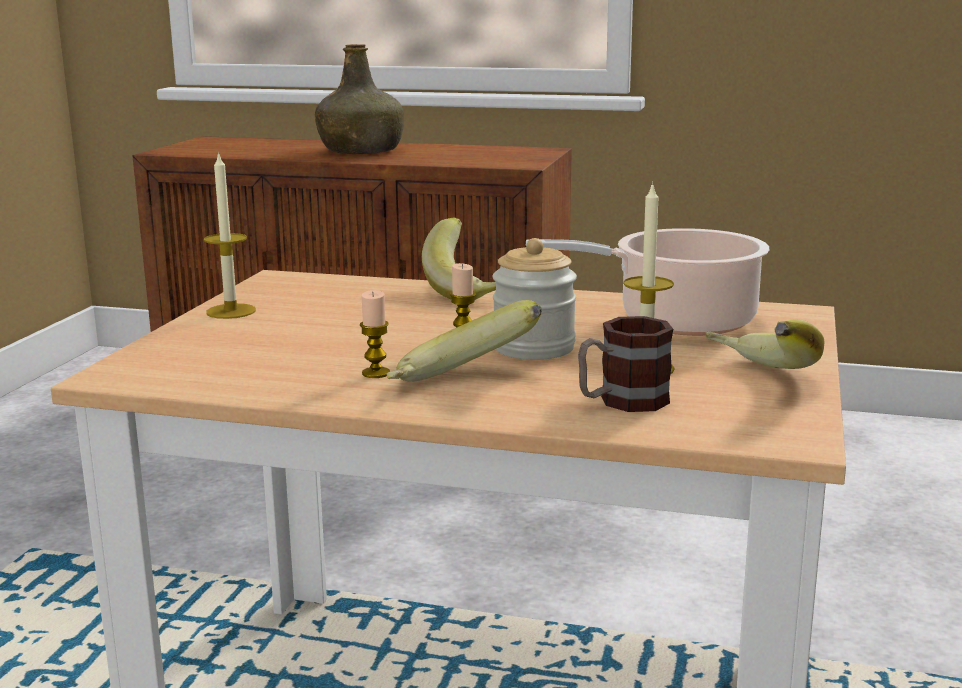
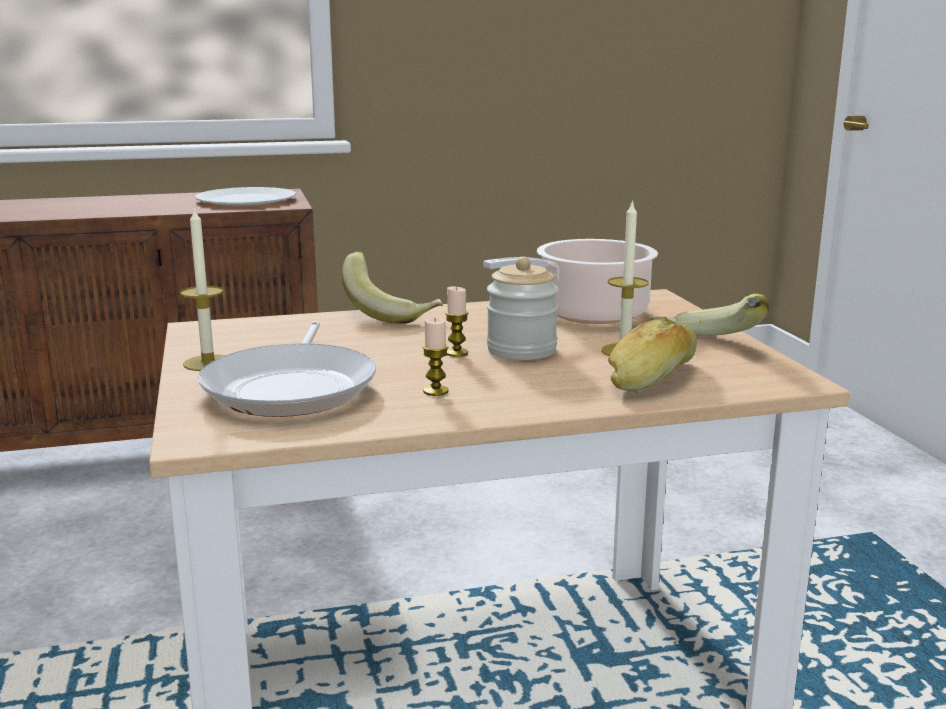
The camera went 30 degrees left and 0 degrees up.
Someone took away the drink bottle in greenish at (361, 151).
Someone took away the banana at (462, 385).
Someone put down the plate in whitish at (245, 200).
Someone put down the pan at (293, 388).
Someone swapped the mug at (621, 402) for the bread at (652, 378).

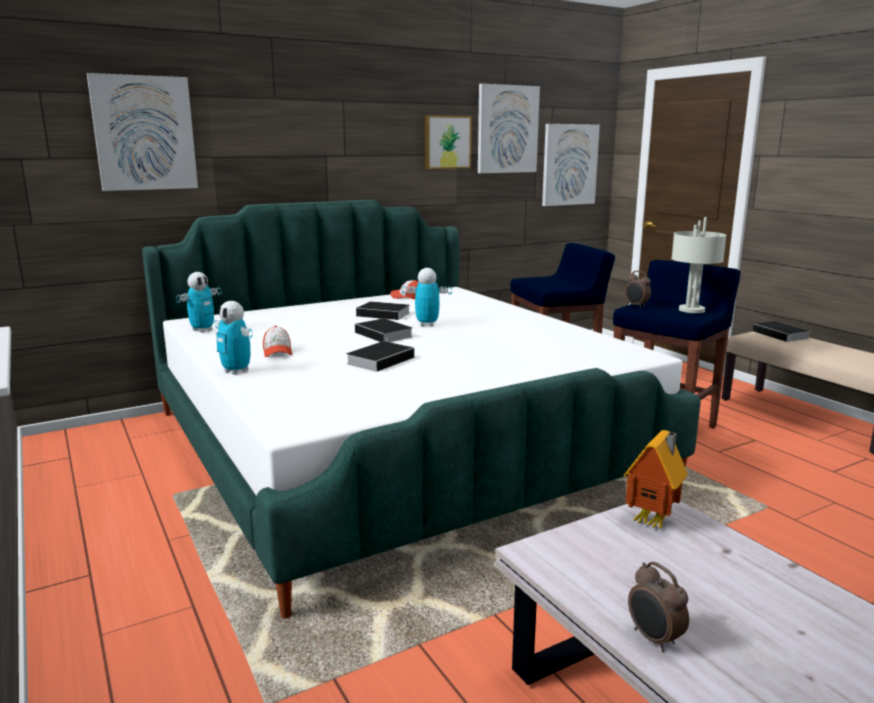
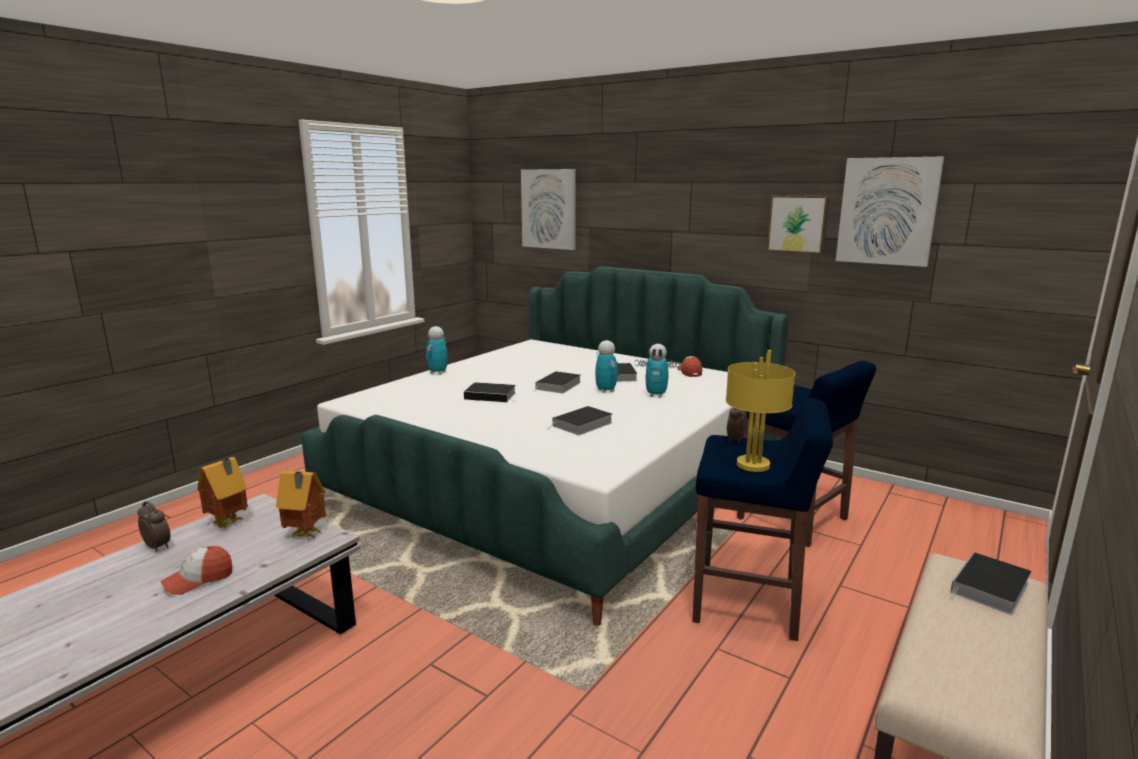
The camera went 65 degrees right and 0 degrees up.
Someone took away the picture at (569, 165).
Someone put down the miniature house at (229, 524).
Someone put down the book at (582, 425).
Someone carried the model robot from (202, 330) to (656, 395).
Someone carried the baseball cap from (277, 352) to (198, 580).
Someone repainted the table lamp in greyish at (691, 310), which became the table lamp in yellow-coloured at (752, 465).
Someone rotated the table clock at (654, 639) by 90 degrees clockwise.

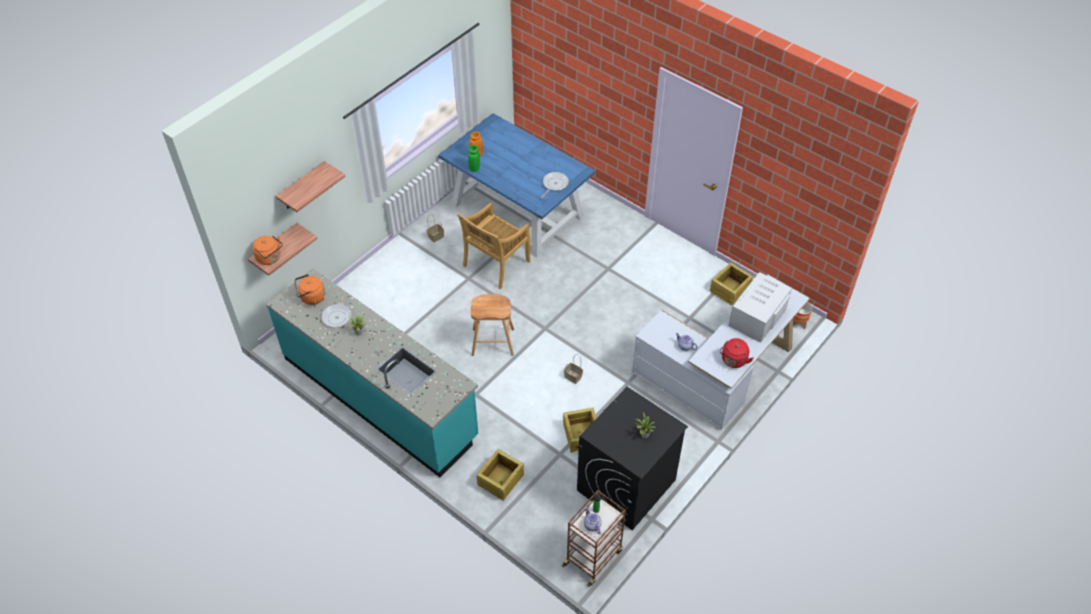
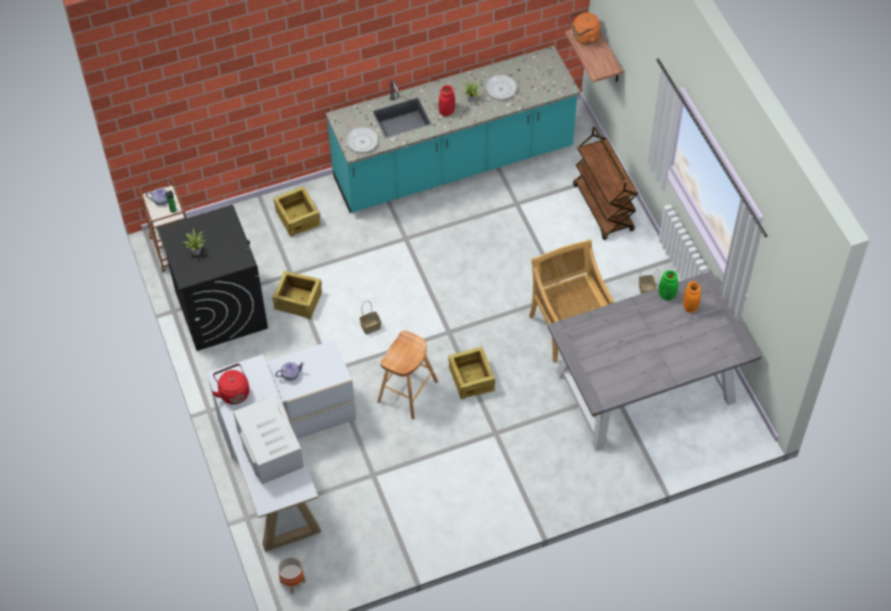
The camera went 120 degrees right and 5 degrees up.
Someone took away the bracket shelf at (302, 186).
Someone took away the tea kettle in orange at (311, 298).
Someone put down the vase in red at (446, 111).
Someone put down the cart in brown at (603, 208).
Someone carried the sitting stool in brown from (492, 342) to (407, 391).
Someone carried the pan from (554, 184) to (361, 140).
Someone carried the shipping crate from (729, 289) to (472, 378).
Someone repainted the dinner table in bluish at (516, 209), which became the dinner table in greyish at (646, 386).

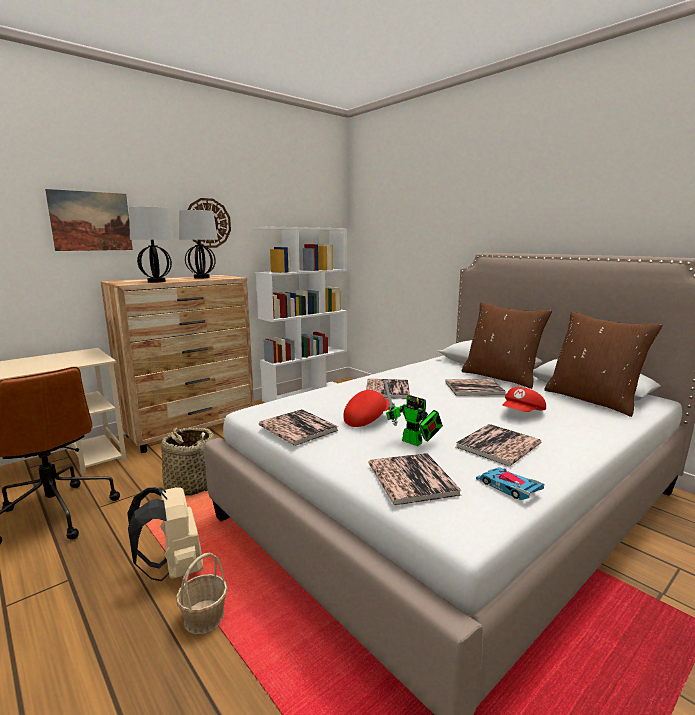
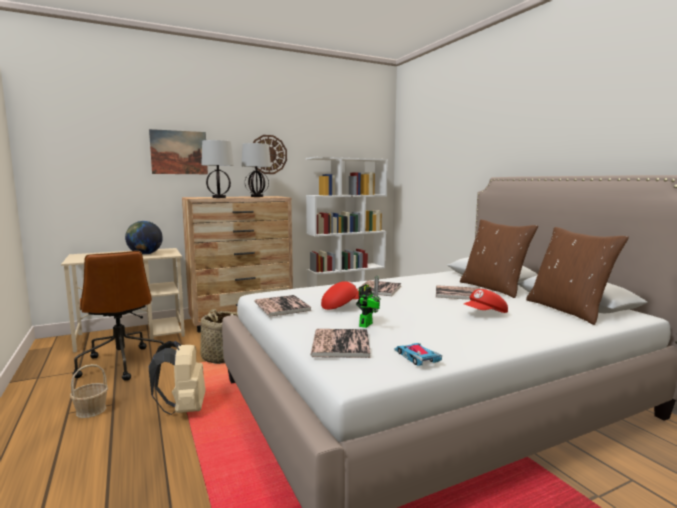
The camera went 15 degrees right and 5 degrees down.
Someone took away the book at (498, 445).
Someone put down the world globe at (145, 254).
Someone carried the household basket from (204, 618) to (91, 410).
Someone rotated the model robot at (414, 443) by 120 degrees counterclockwise.

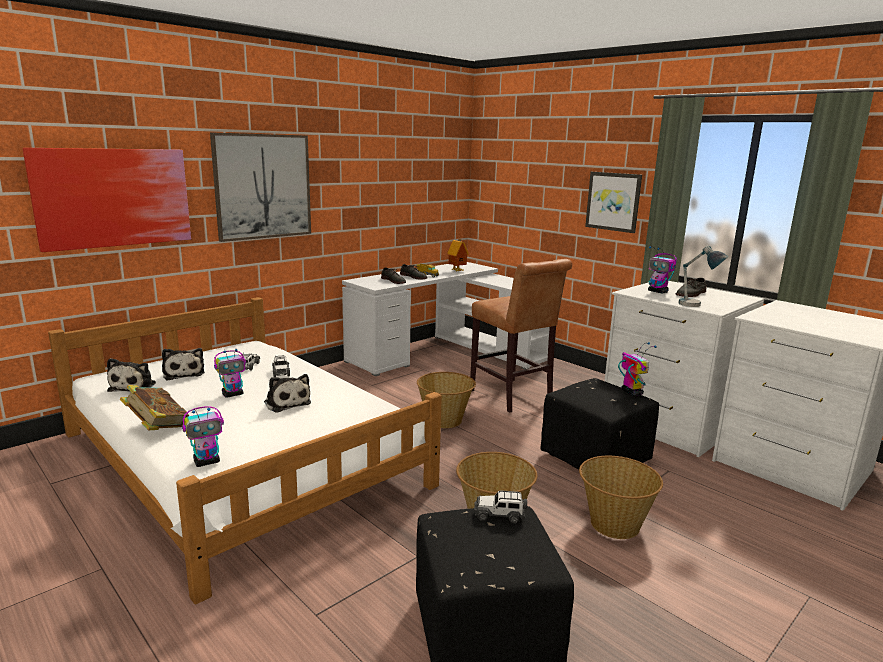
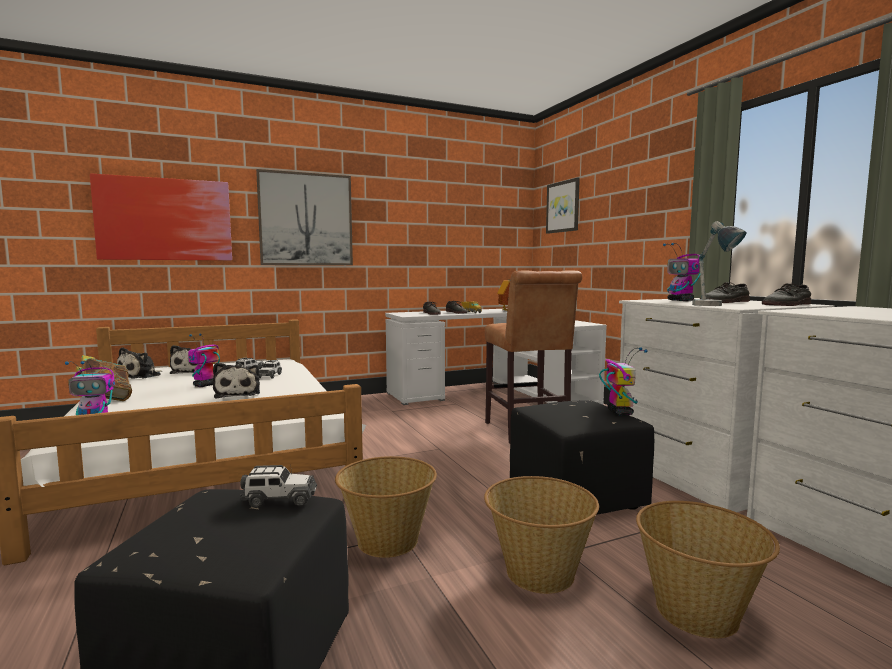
The camera went 20 degrees right and 10 degrees down.
Someone put down the item of footwear in greyish at (787, 305).
Someone carried the household basket from (445, 420) to (698, 612).
Someone carried the picture from (613, 201) to (563, 207).
Someone rotated the model robot at (233, 394) by 135 degrees clockwise.
Someone rotated the model car at (499, 515) by 150 degrees clockwise.

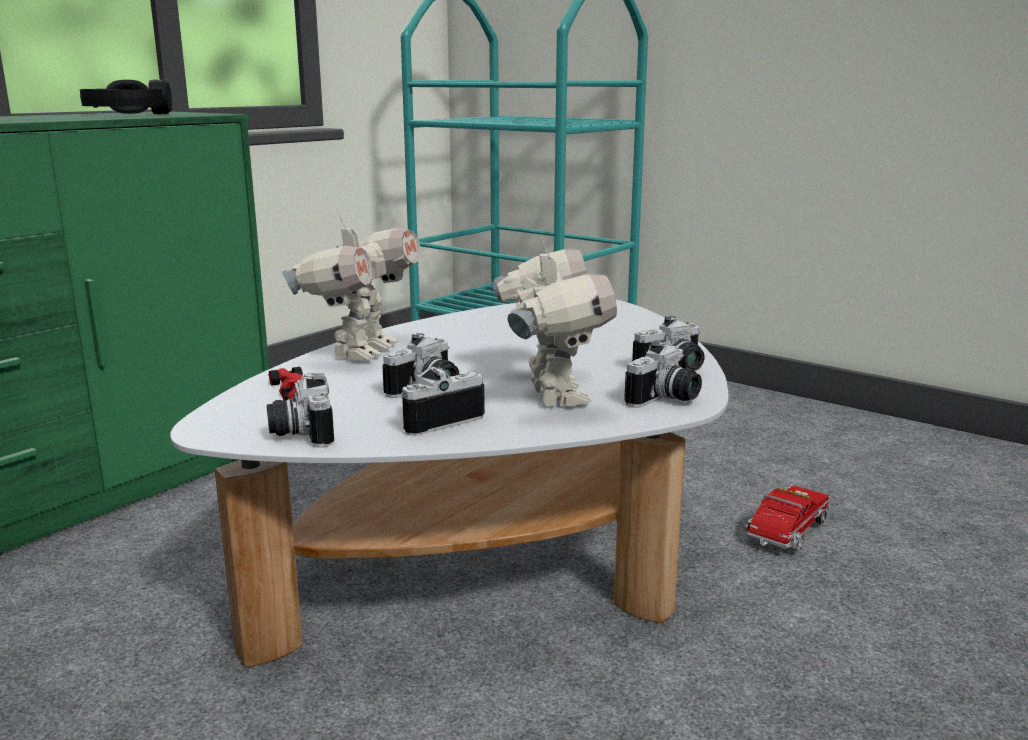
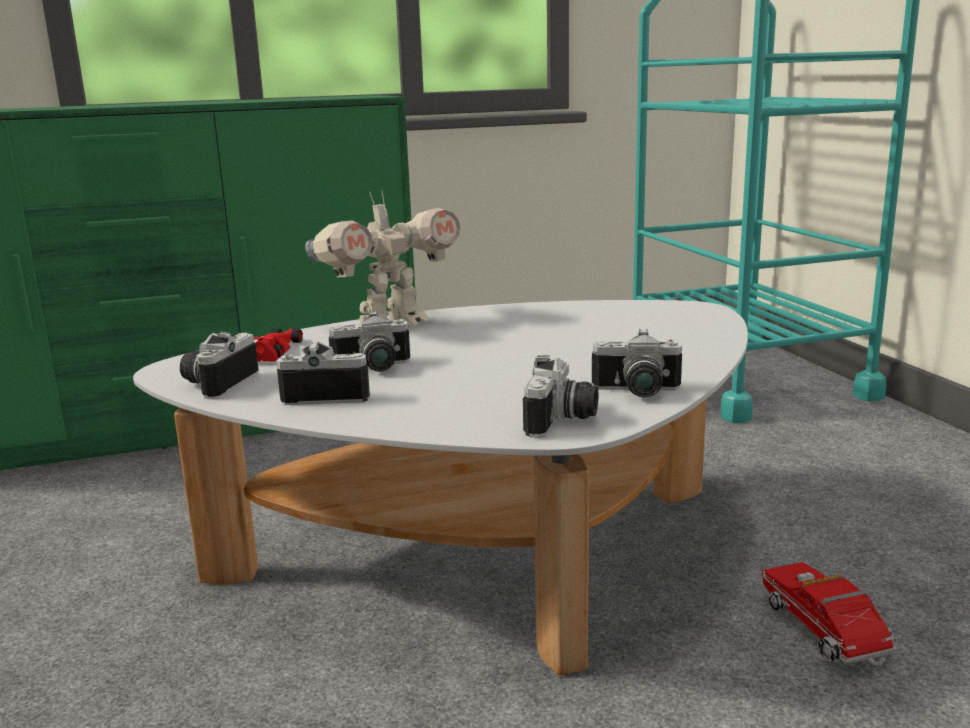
The camera went 35 degrees right and 0 degrees up.
Someone took away the headset in black at (129, 114).
Someone took away the model robot at (552, 396).
Someone rotated the still camera at (667, 400) by 60 degrees counterclockwise.
Someone rotated the model truck at (786, 534) by 90 degrees counterclockwise.

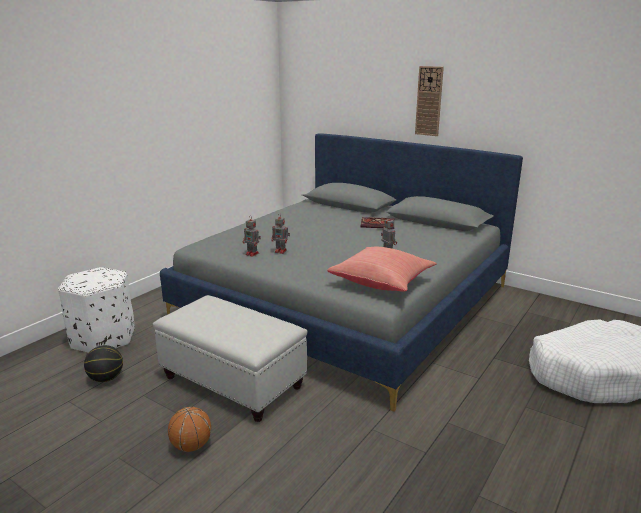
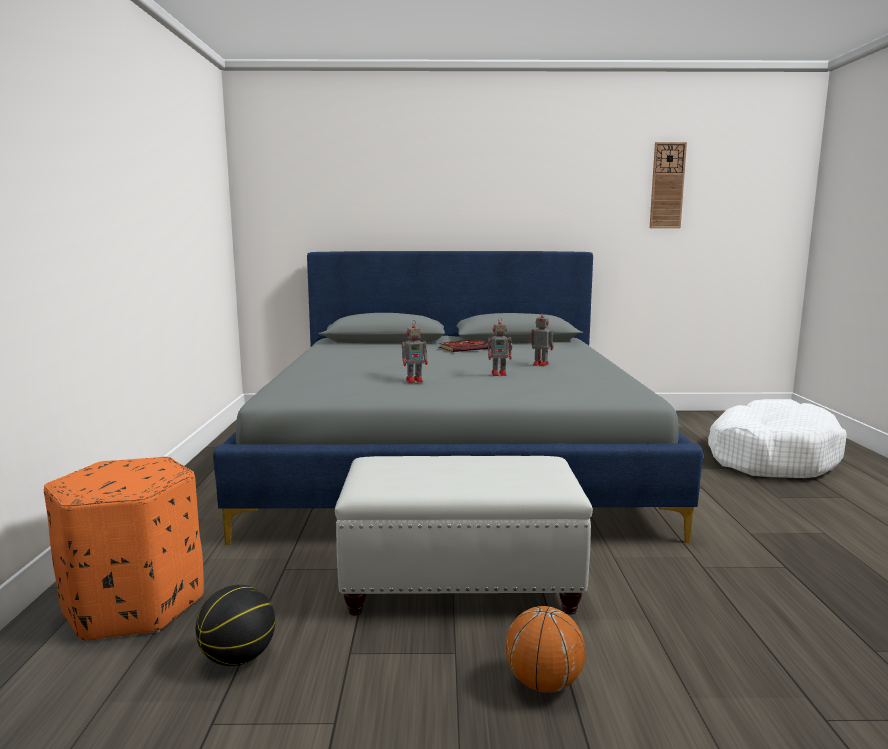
The camera went 35 degrees left and 10 degrees down.
Someone took away the cushion in red at (382, 283).
Someone carried the model robot from (253, 254) to (499, 374).
Someone carried the hanging clock from (429, 101) to (667, 185).
Someone repainted the footrest in whitish at (103, 338), which became the footrest in orange at (133, 604).

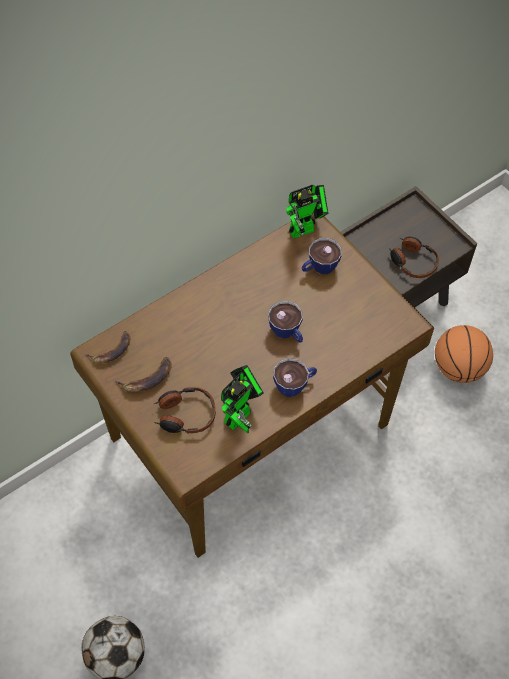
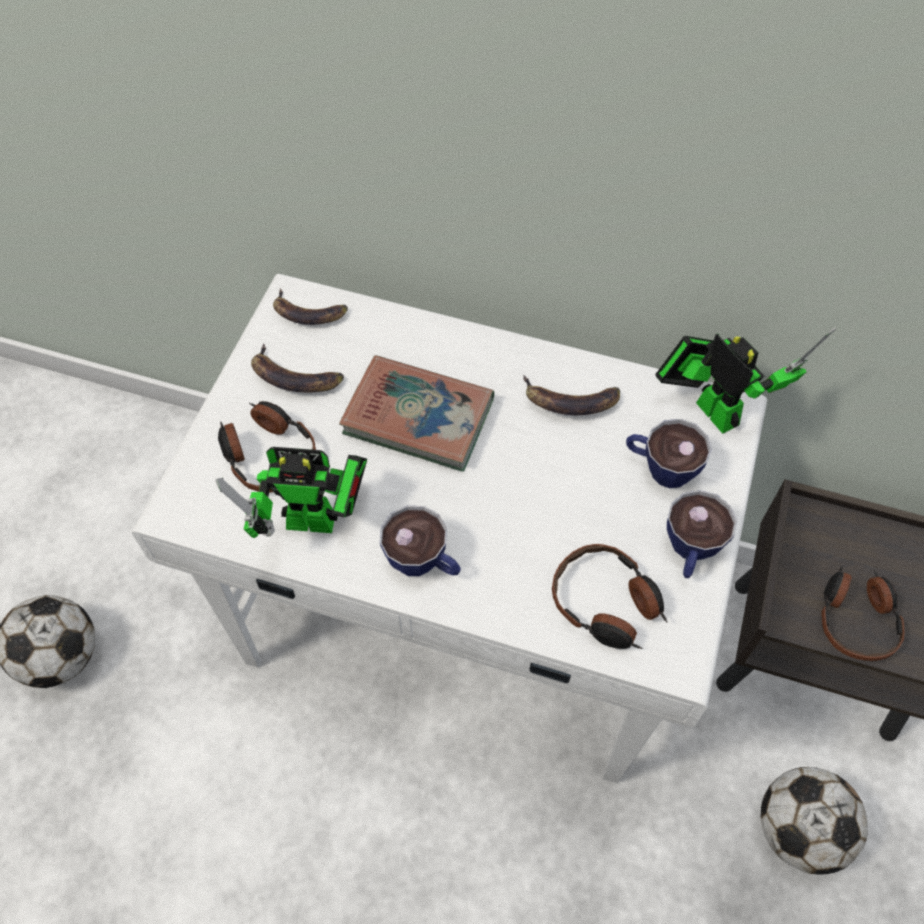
The camera went 55 degrees right and 0 degrees up.
Someone put down the book at (418, 417).
Someone put down the banana at (569, 402).
Someone put down the headset at (606, 604).
Someone carried the drinking cup from (287, 333) to (690, 552).
Someone swapped the ball for basketball at (458, 368) for the football ball at (798, 829).
Someone repainted the desk unit in brown at (253, 433), which became the desk unit in whitish at (465, 612).
Someone rotated the model robot at (305, 229) by 150 degrees counterclockwise.

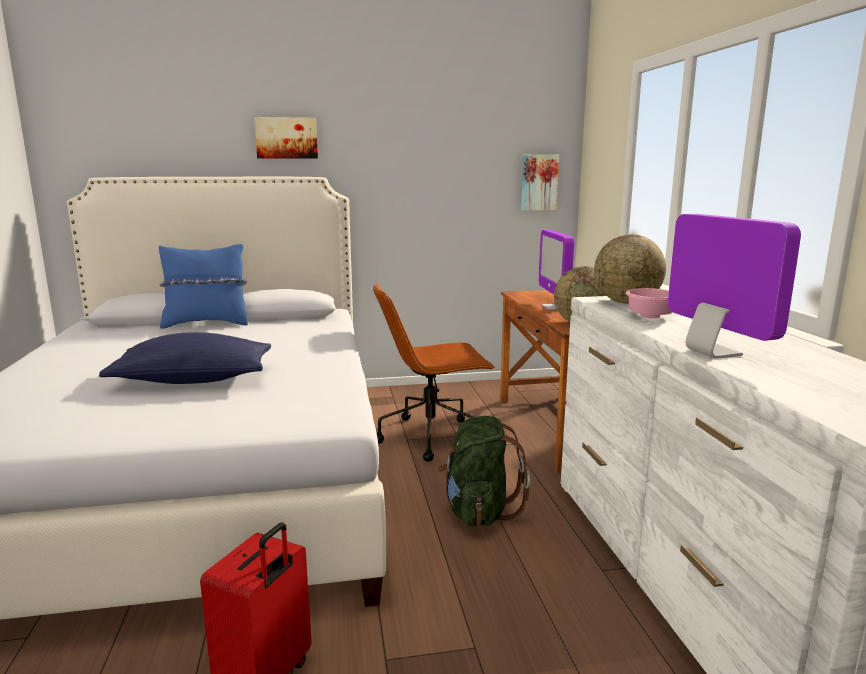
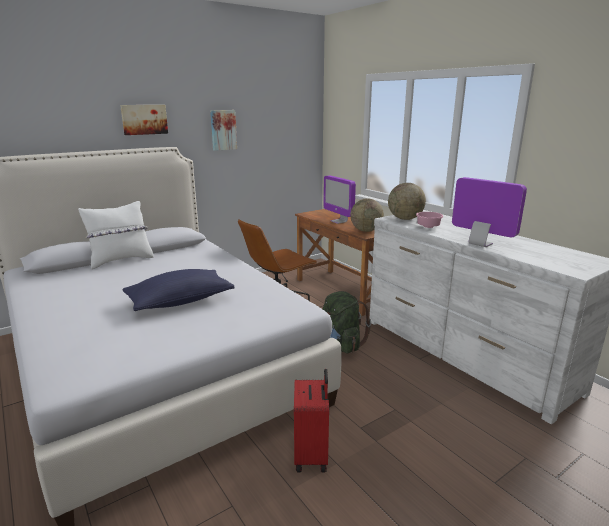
The camera went 25 degrees left and 5 degrees up.
Someone carried the picture from (539, 182) to (223, 130).
Someone repainted the cushion in bluish at (207, 323), which became the cushion in whitish at (121, 260).

